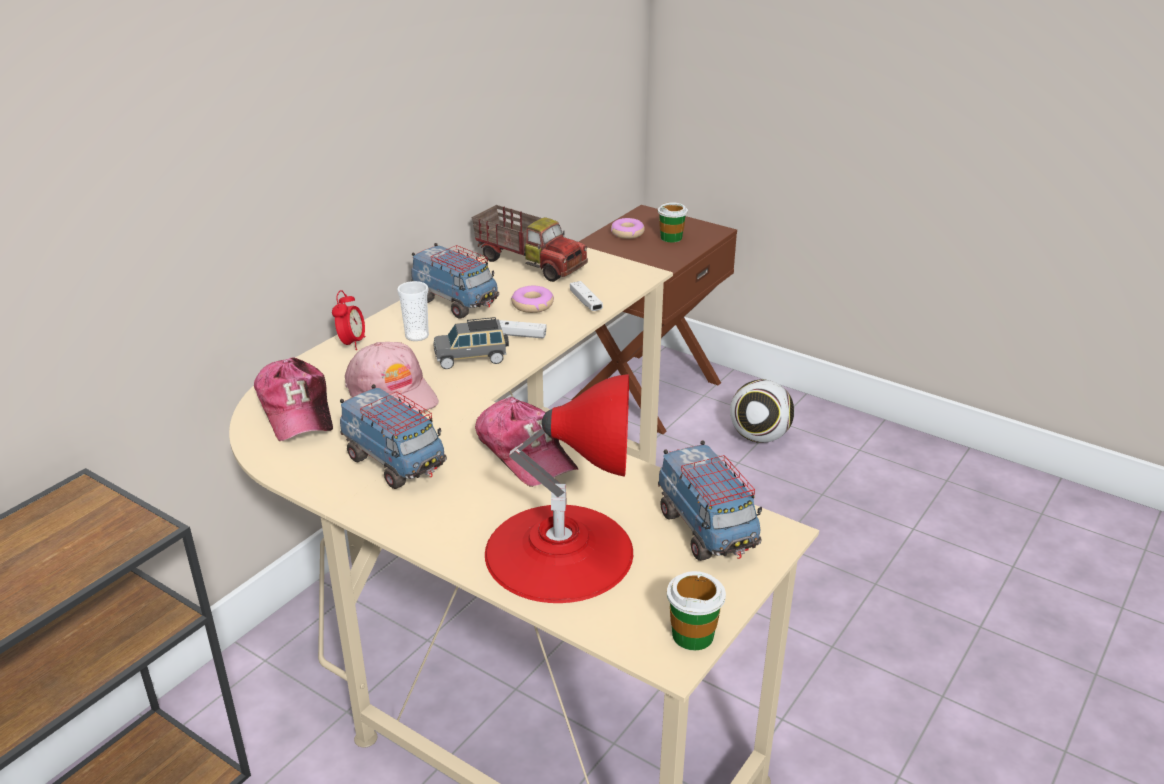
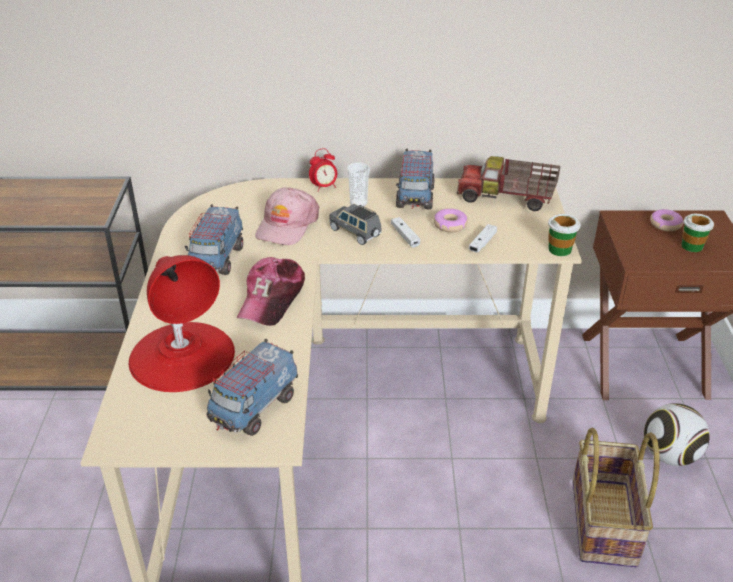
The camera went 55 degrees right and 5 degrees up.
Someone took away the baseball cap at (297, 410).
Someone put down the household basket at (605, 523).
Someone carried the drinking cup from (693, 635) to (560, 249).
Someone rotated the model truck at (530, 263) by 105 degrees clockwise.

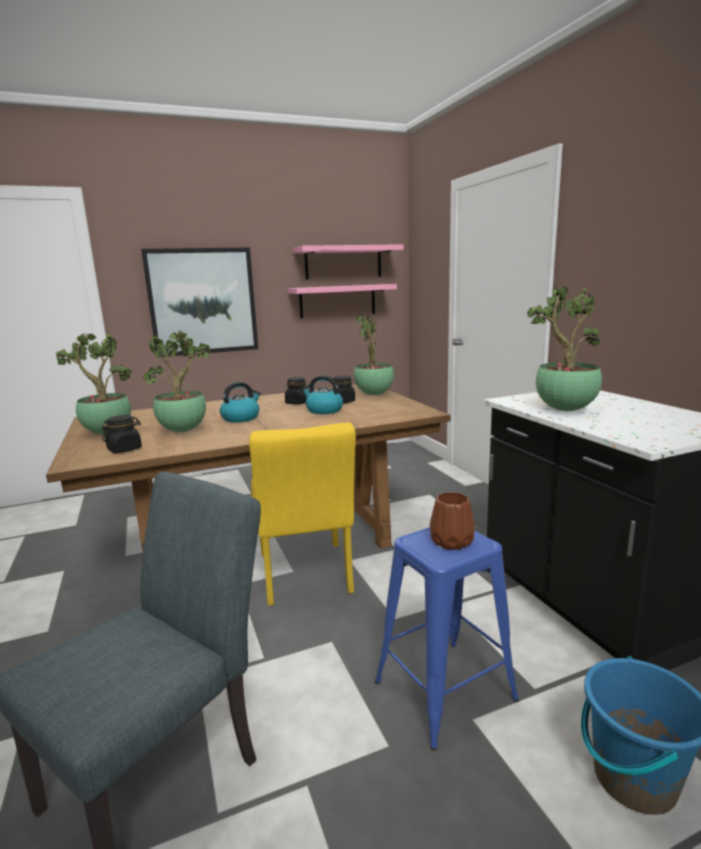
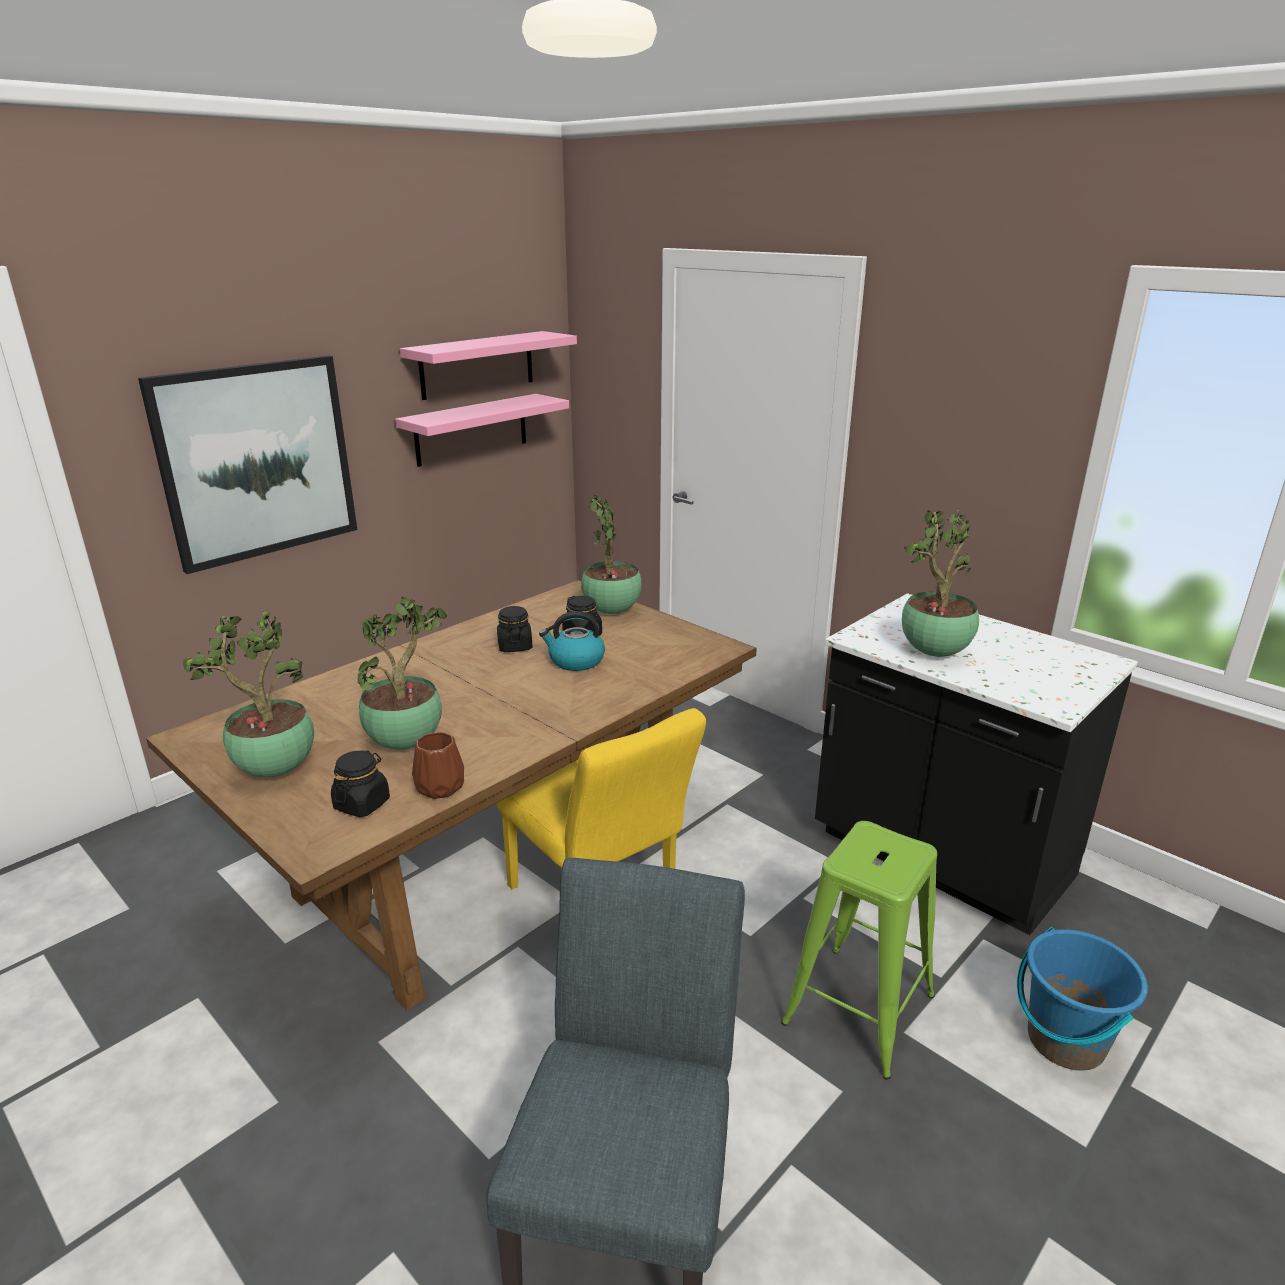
The camera went 25 degrees left and 10 degrees up.
Someone took away the tea kettle at (241, 418).
Someone carried the vase in brown from (452, 541) to (441, 787).
Someone repainted the sitting stool in bluish at (446, 690), which became the sitting stool in greenish at (859, 1008).

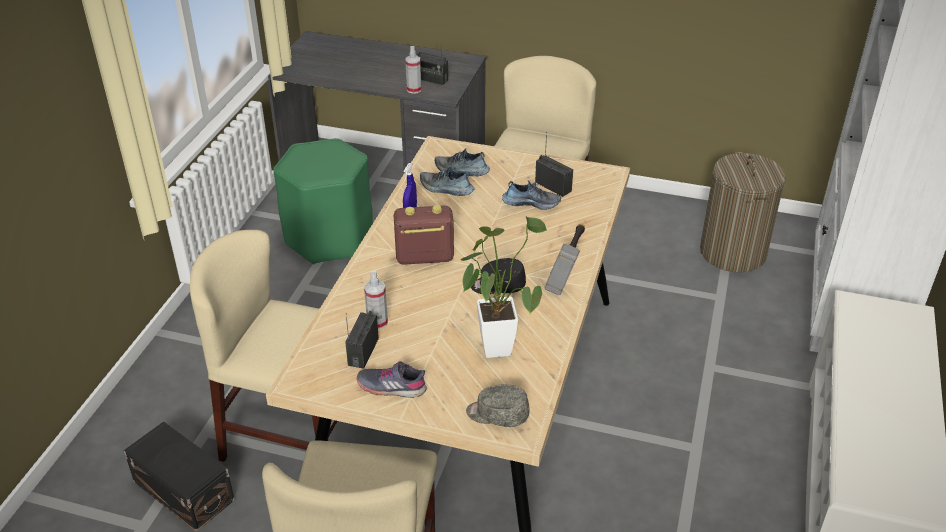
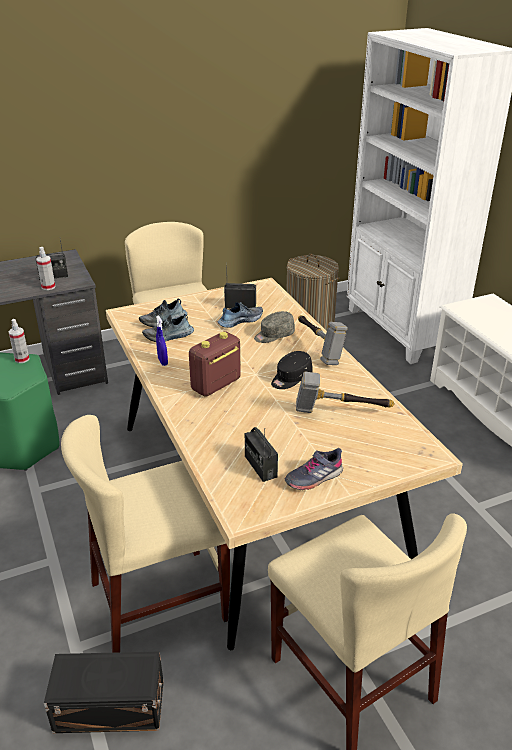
The camera went 40 degrees left and 5 degrees down.
Someone carried the spray bottle from (377, 323) to (22, 359).
Someone carried the baseball cap in greyish from (497, 414) to (274, 335).
Someone swapped the potted plant at (495, 343) for the hand hammer at (340, 412).

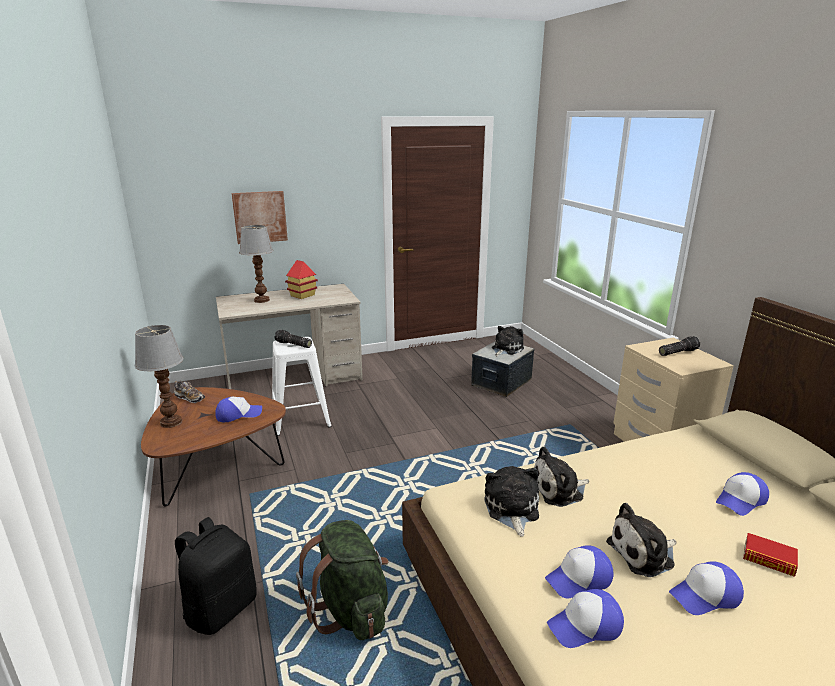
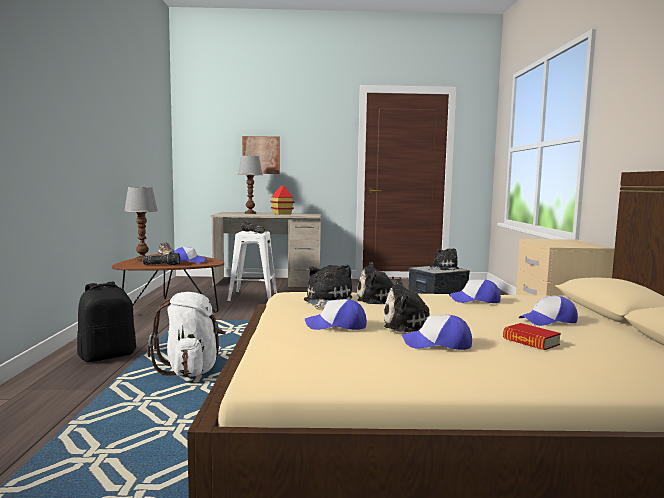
The camera went 20 degrees right and 15 degrees down.
Someone carried the baseball cap from (585, 626) to (475, 300).
Someone carried the hand torch from (677, 352) to (162, 264).
Someone repainted the rucksack in greenish at (350, 610), which became the rucksack in whitish at (191, 370).

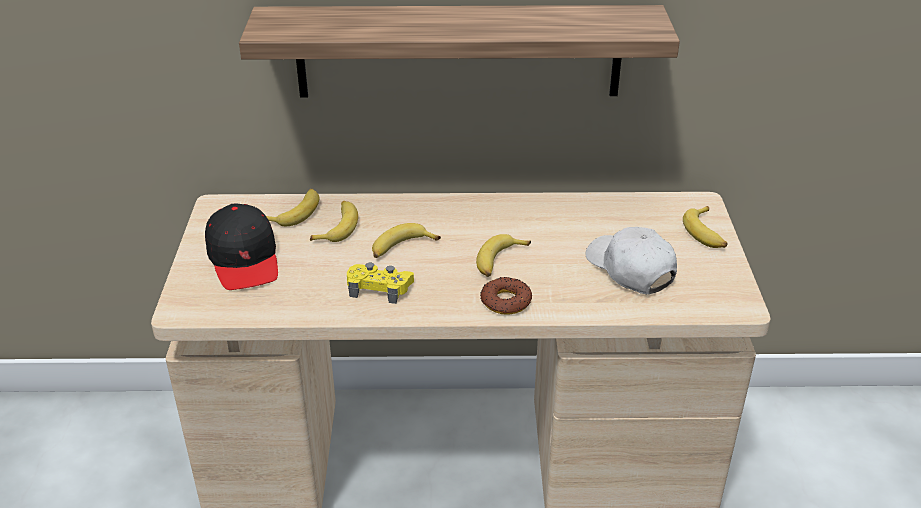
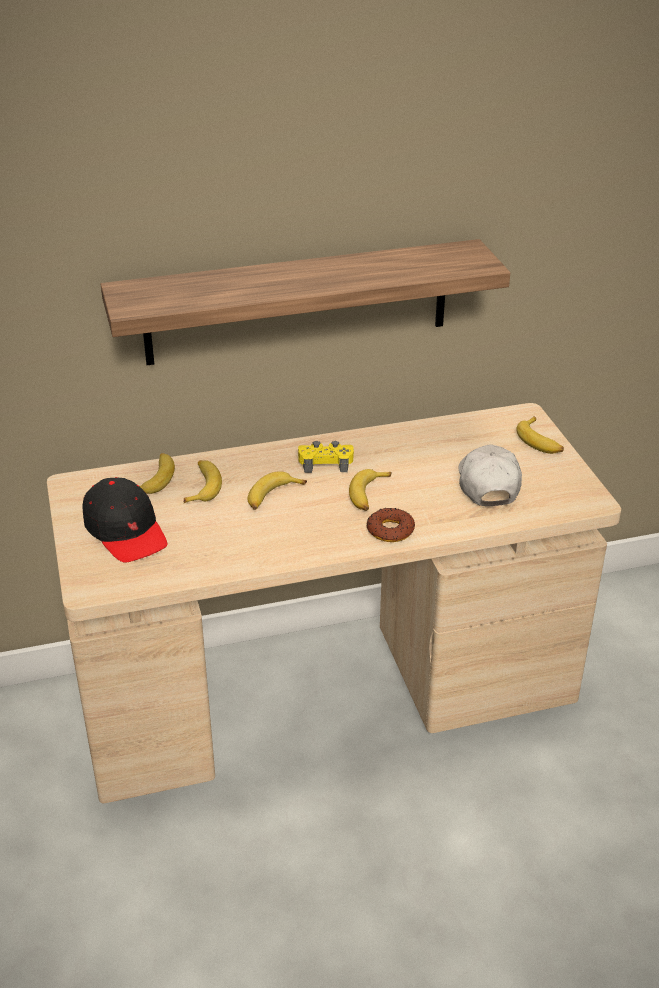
The camera went 15 degrees left and 0 degrees up.
Someone carried the gamepad in yellow-coloured from (379, 288) to (325, 462).
Someone rotated the baseball cap in whitish at (630, 269) by 45 degrees clockwise.

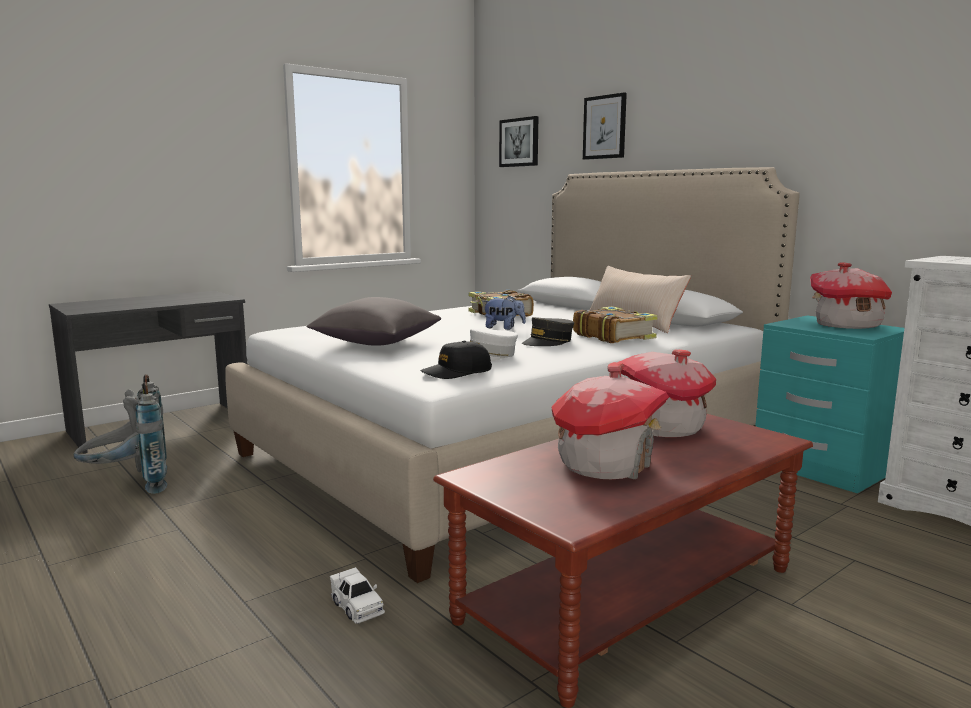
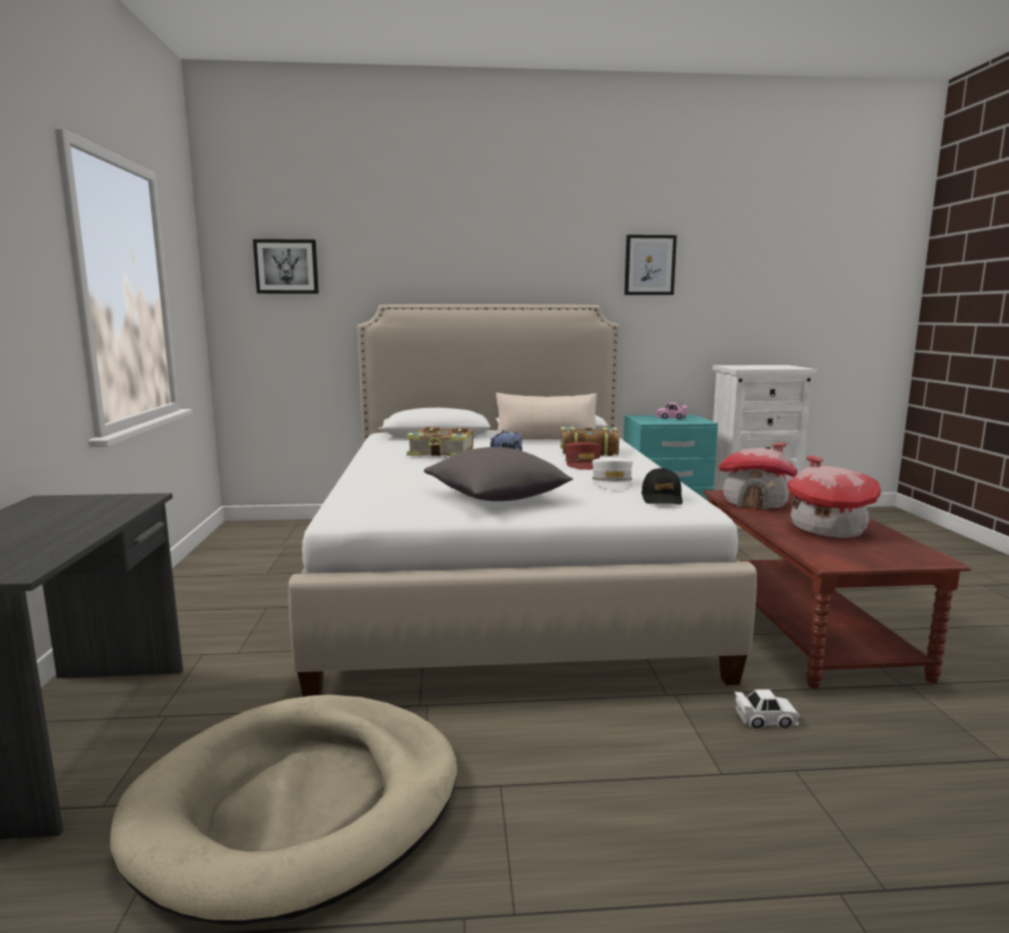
The camera went 55 degrees left and 0 degrees up.
Someone carried the picture from (604, 127) to (649, 265).
Someone swapped the rucksack in greyish at (128, 487) for the dog cushion in beige at (299, 806).
Someone swapped the miniature house at (847, 325) for the model car in pink-coloured at (671, 418).
Someone repainted the baseball cap in greyish at (548, 342), which became the baseball cap in red at (583, 464).

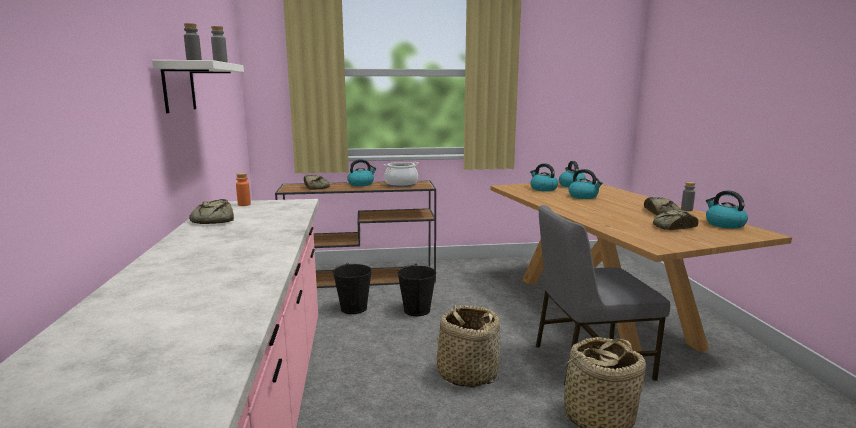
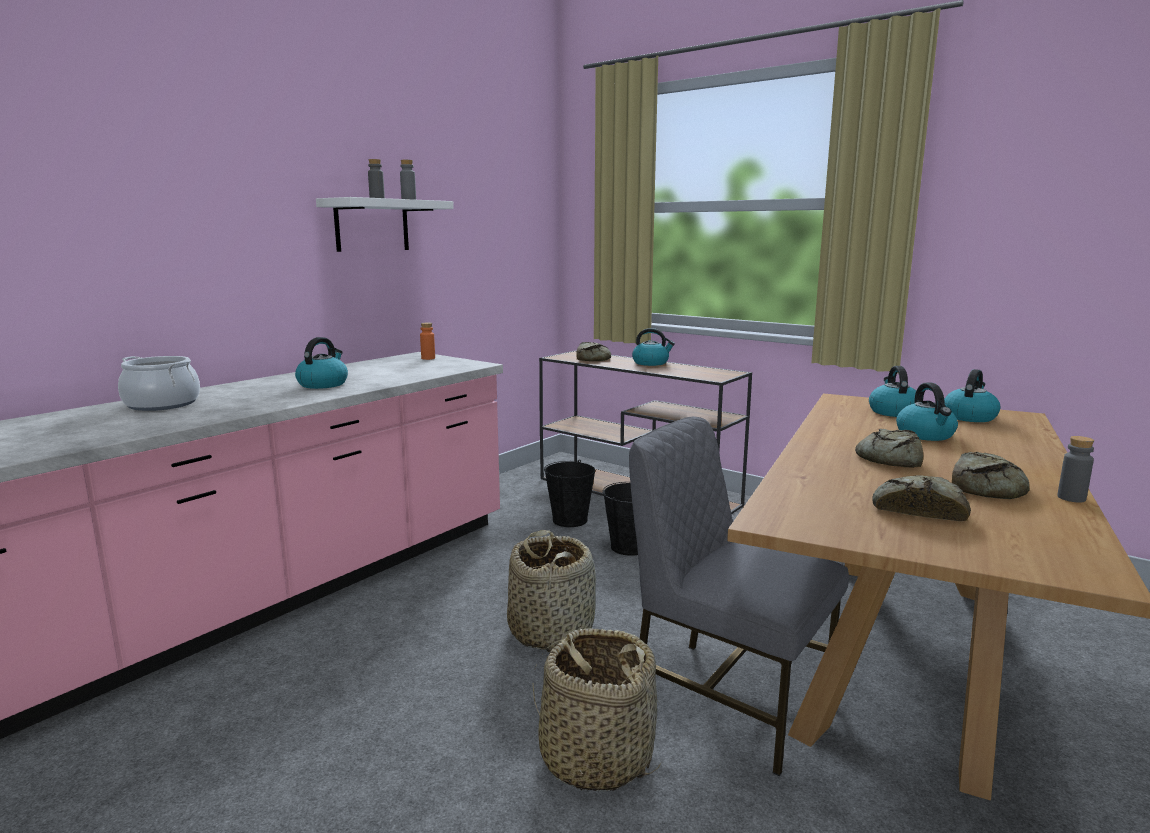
The camera went 45 degrees right and 0 degrees up.
Someone carried the bread from (213, 220) to (889, 459).
Someone carried the stockpot from (401, 184) to (162, 404).
Someone carried the tea kettle from (724, 224) to (323, 384).

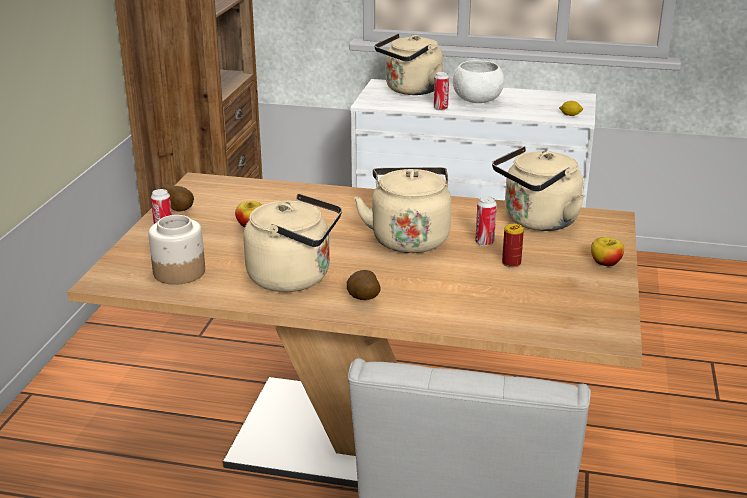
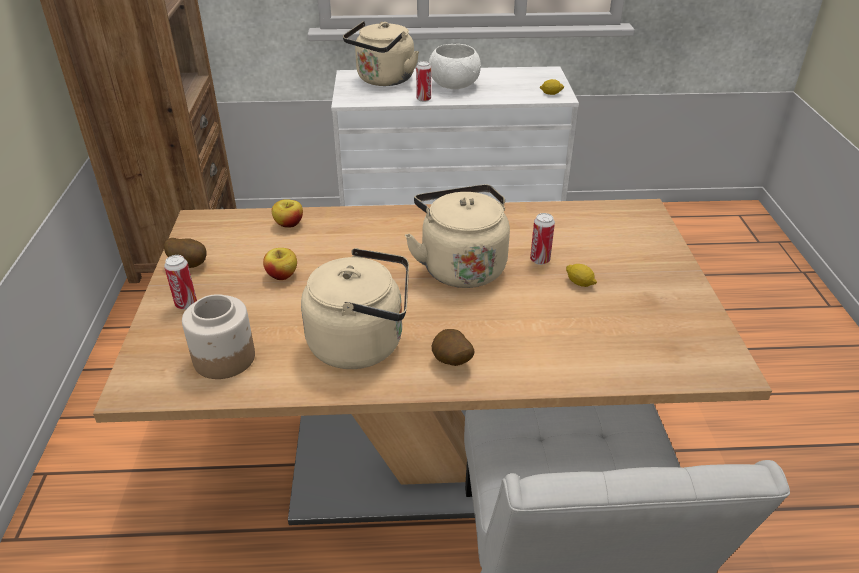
The camera went 15 degrees left and 10 degrees up.
Someone took away the tea kettle in beige at (537, 222).
Someone carried the apple from (605, 263) to (289, 224).
Someone swapped the can at (511, 263) for the whole lemon at (579, 283).

